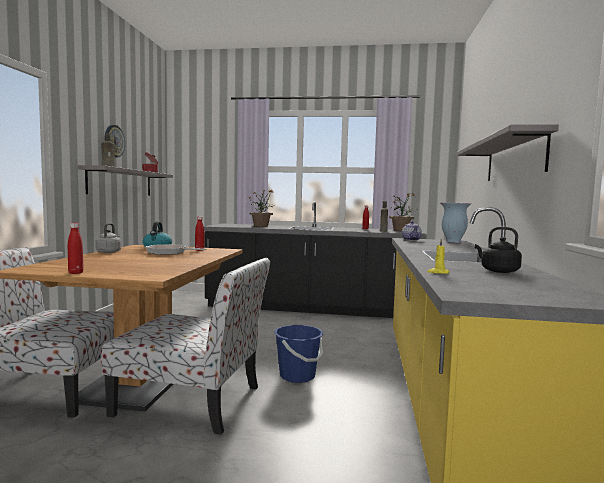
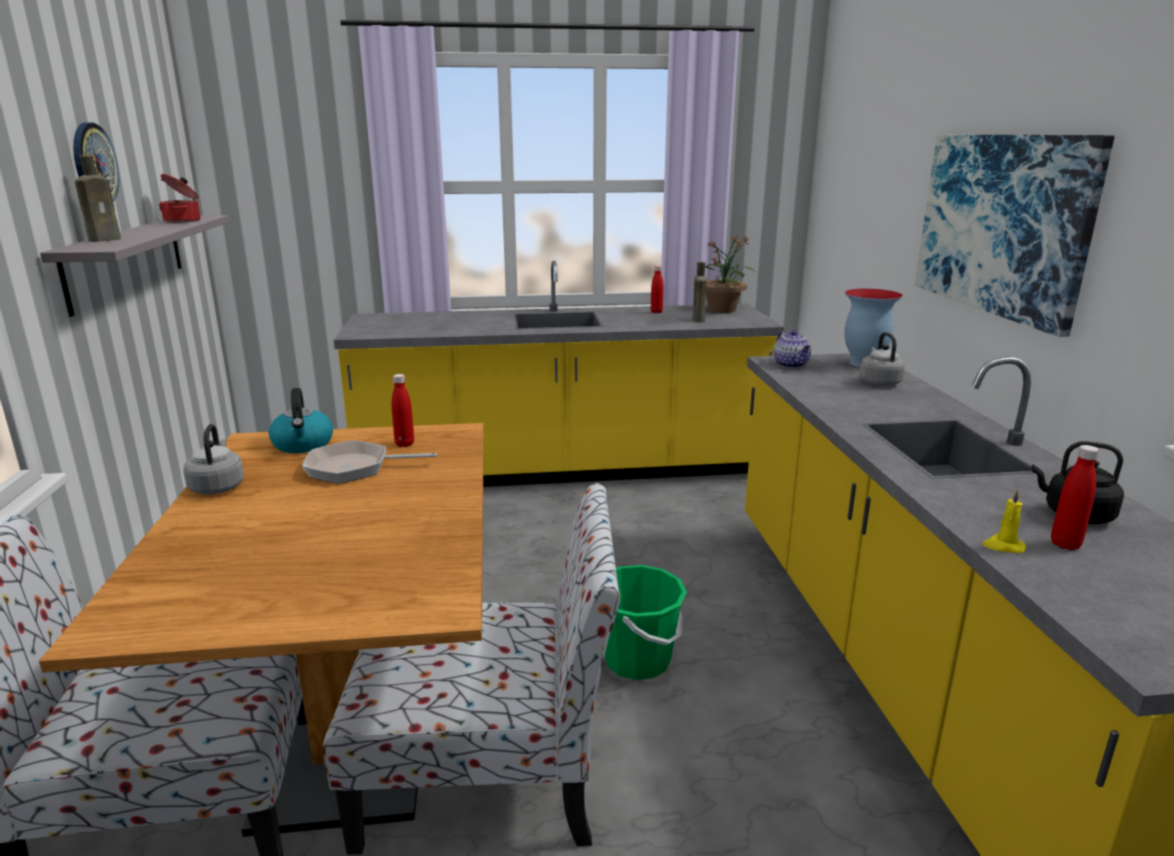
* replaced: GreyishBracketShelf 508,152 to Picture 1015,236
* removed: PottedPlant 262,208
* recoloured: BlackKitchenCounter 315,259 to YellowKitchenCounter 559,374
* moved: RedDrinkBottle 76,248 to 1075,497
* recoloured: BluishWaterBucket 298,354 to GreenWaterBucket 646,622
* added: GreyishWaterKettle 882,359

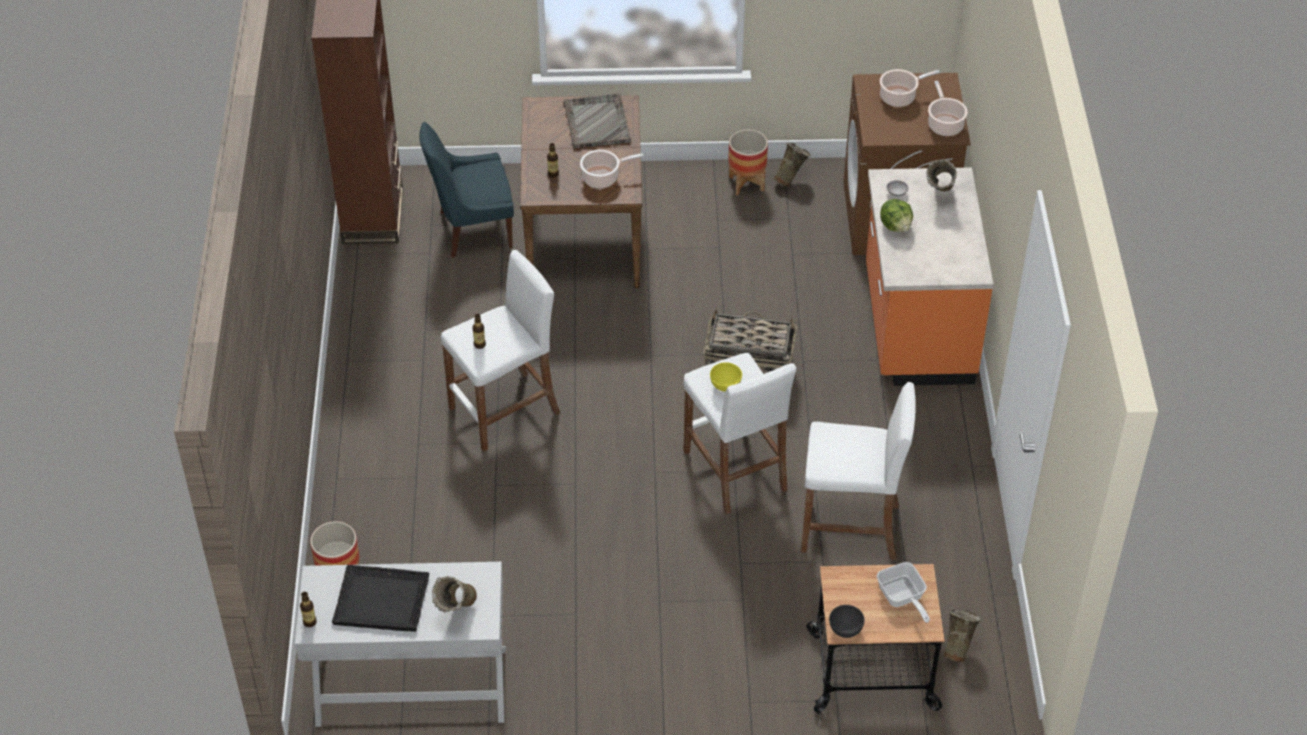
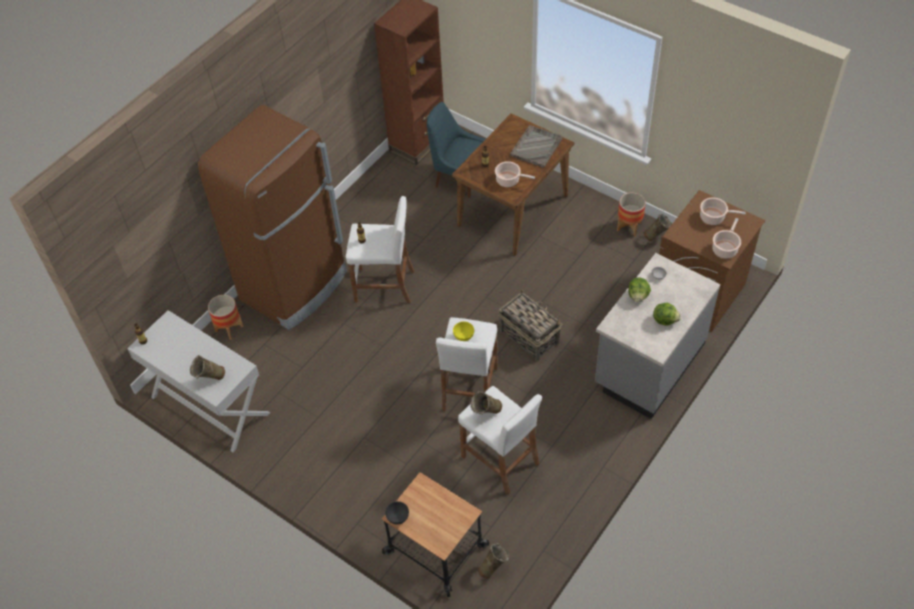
* moved: SandColouredVase 941,175 to 486,403
* recoloured: OrangeyKitchenCounter 930,276 to GreyishKitchenCounter 657,336
* removed: Pan 903,592
* removed: BlackCarryingTray 380,598
* added: BrownColouredRefrigerator 272,217
* added: LettuceHead 667,314

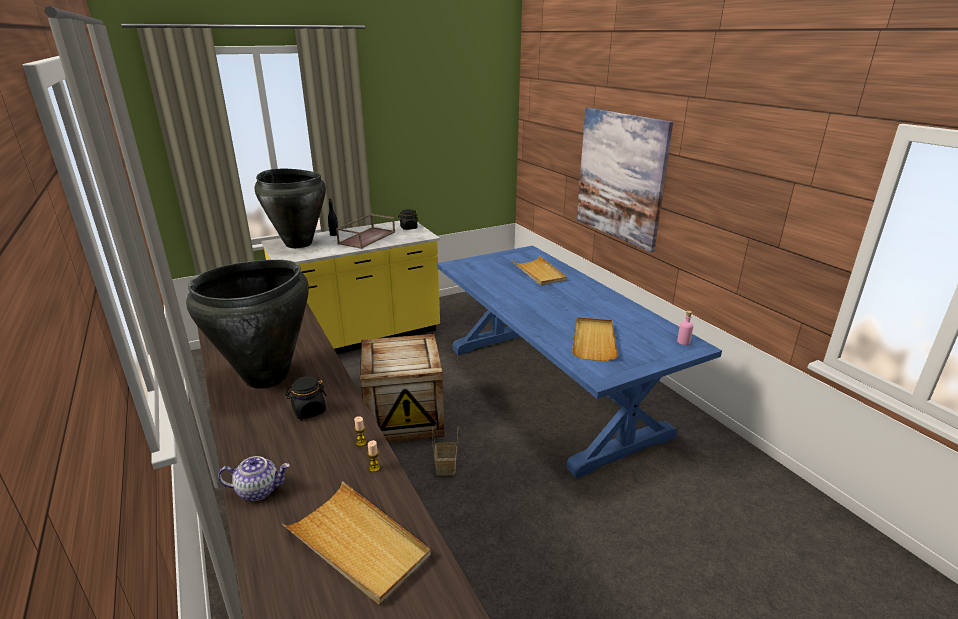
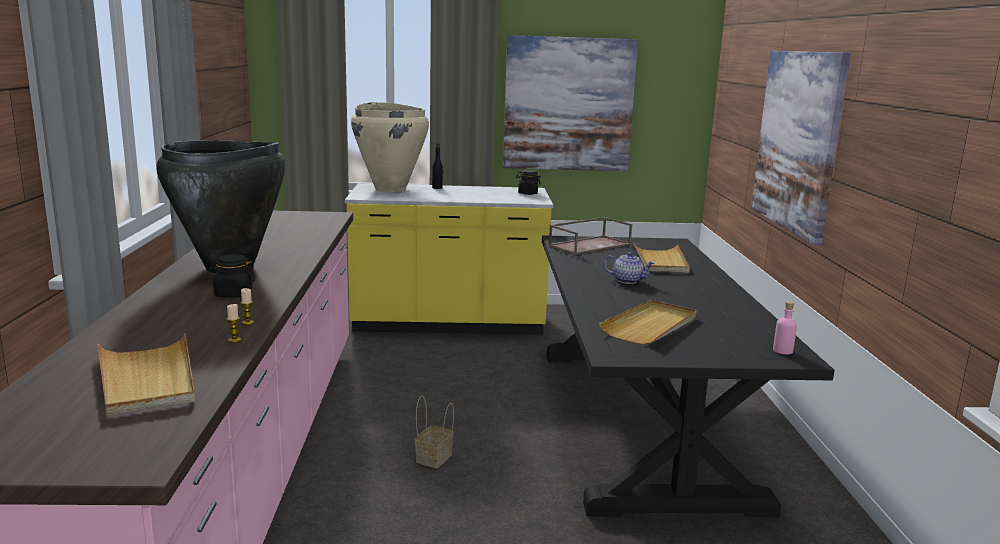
* recoloured: BlackVase 290,208 to SandColouredVase 390,147
* moved: BrownColouredCarryingTray 365,231 to 590,236
* recoloured: BluishKitchenTable 579,362 to BlackKitchenTable 688,376
* removed: Crate 402,388
* moved: Teapot 254,478 to 629,268
* added: Picture 570,103

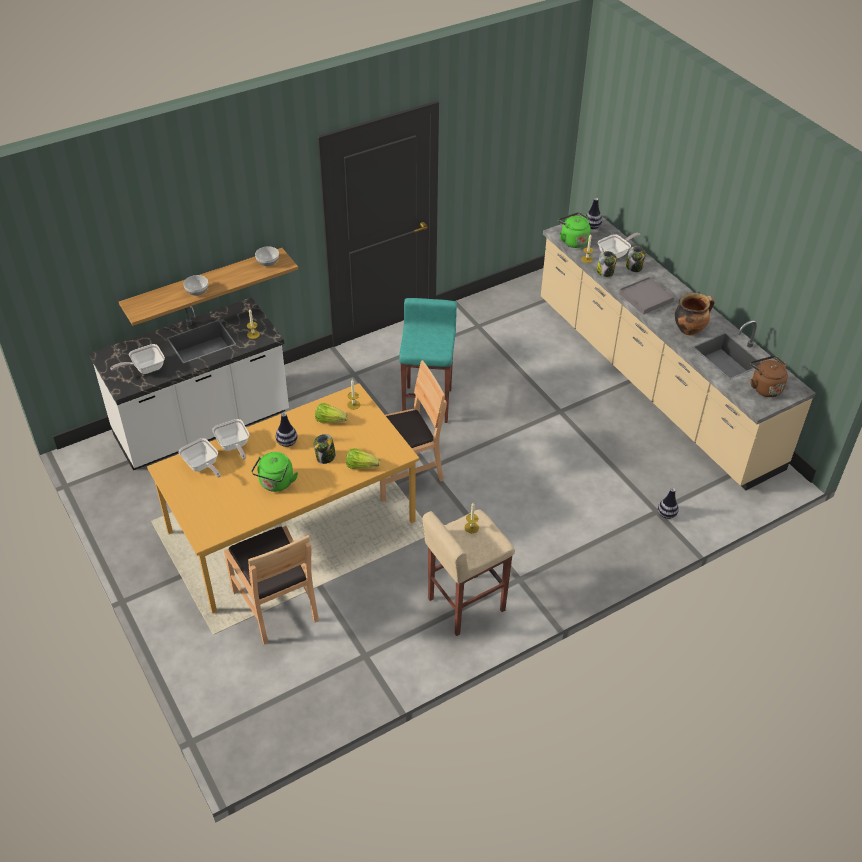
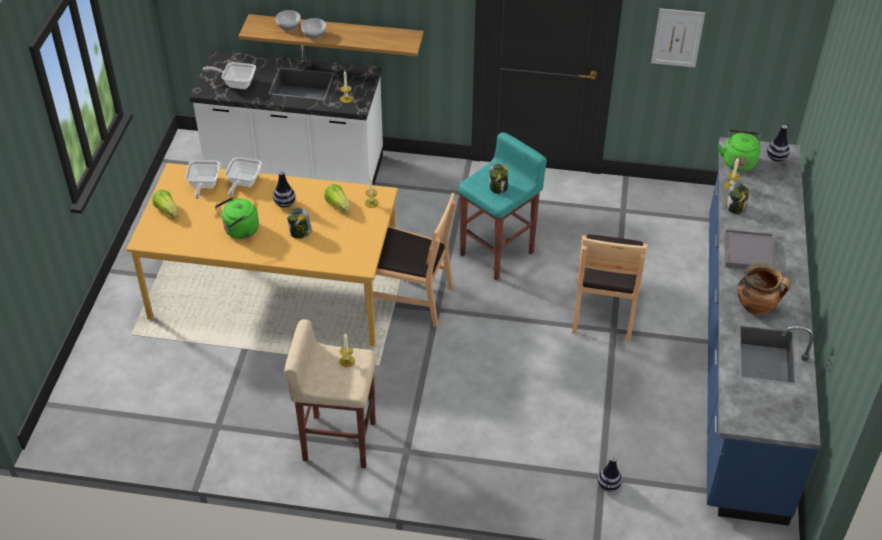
* recoloured: SandColouredKitchenCounter 678,352 to BluishKitchenCounter 764,331
* removed: Pan 619,245
* moved: DeepDish 267,256 to 288,20
* moved: PreserveJar 636,259 to 498,179
* removed: BrownColouredWaterKettle 769,376
* moved: LettuceHead 363,458 to 165,203
* moved: BrownColouredChair 271,585 to 610,288
* added: Picture 678,37

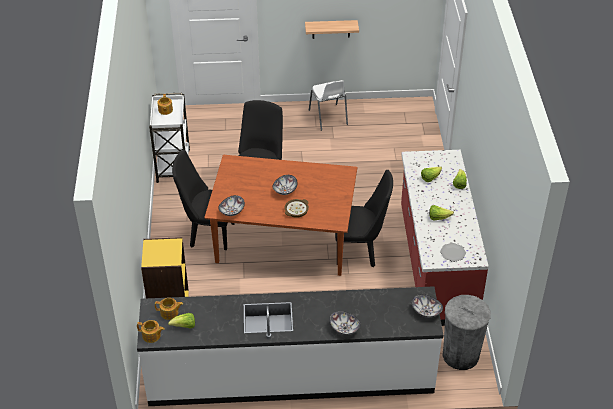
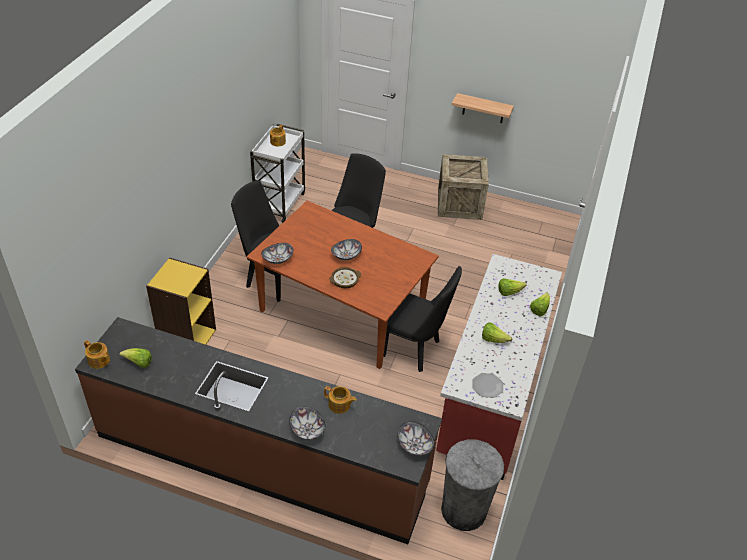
* replaced: WhitishChair 328,105 to Crate 463,187
* recoloured: WhitishKitchenCounter 290,346 to BrownColouredKitchenCounter 258,430
* moved: Teapot 169,309 to 340,400

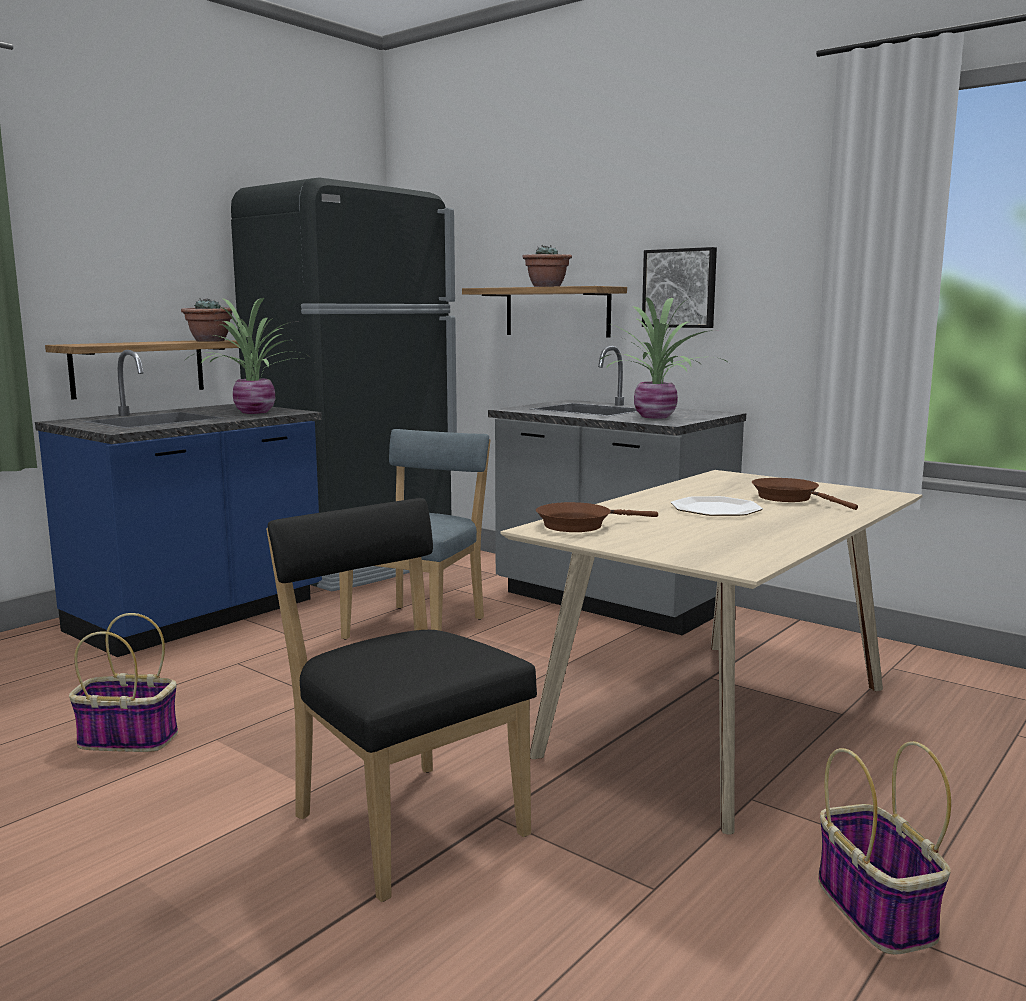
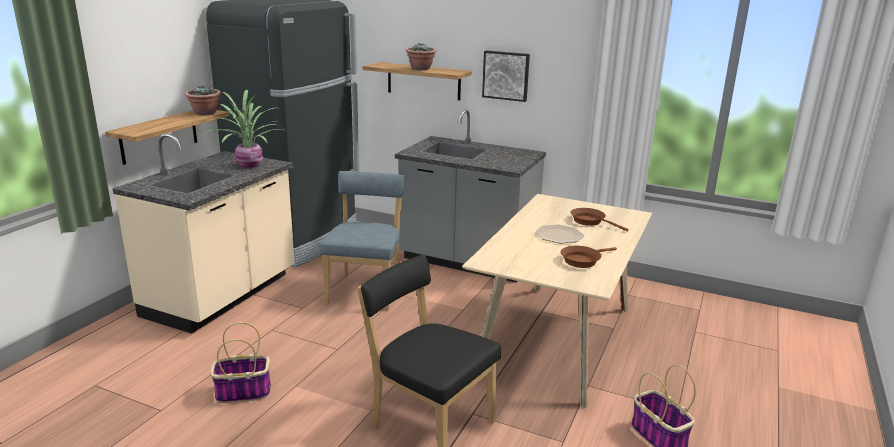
* removed: PottedPlant 664,358
* recoloured: BluishKitchenCounter 178,503 to SandColouredKitchenCounter 203,234
* moved: BrownColouredPan 597,517 to 588,257

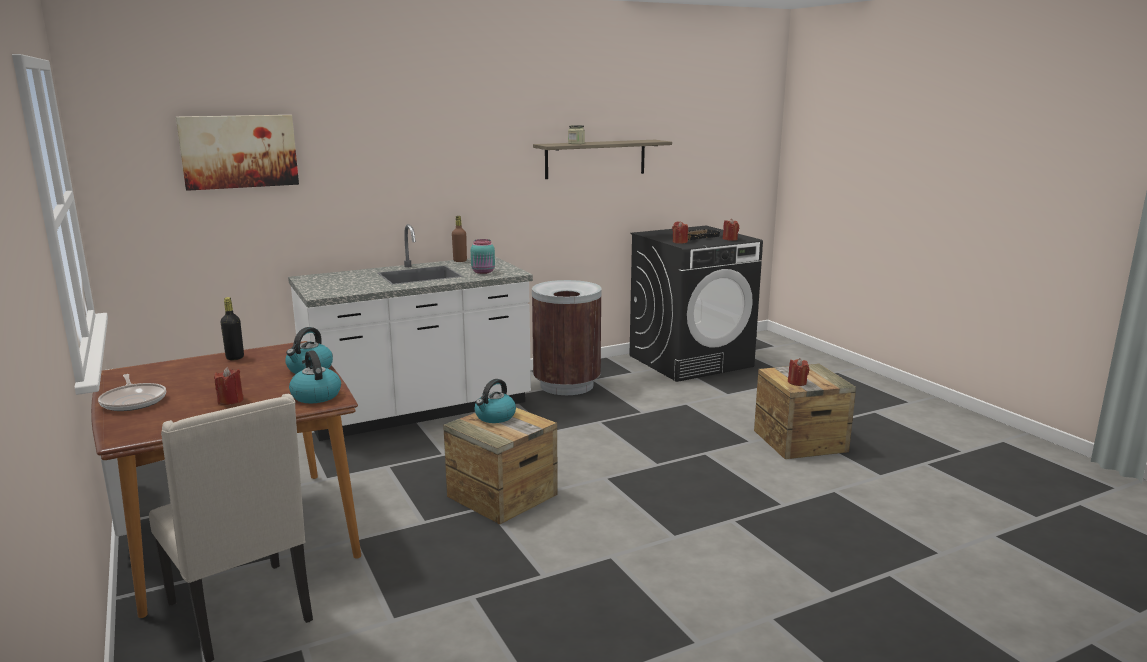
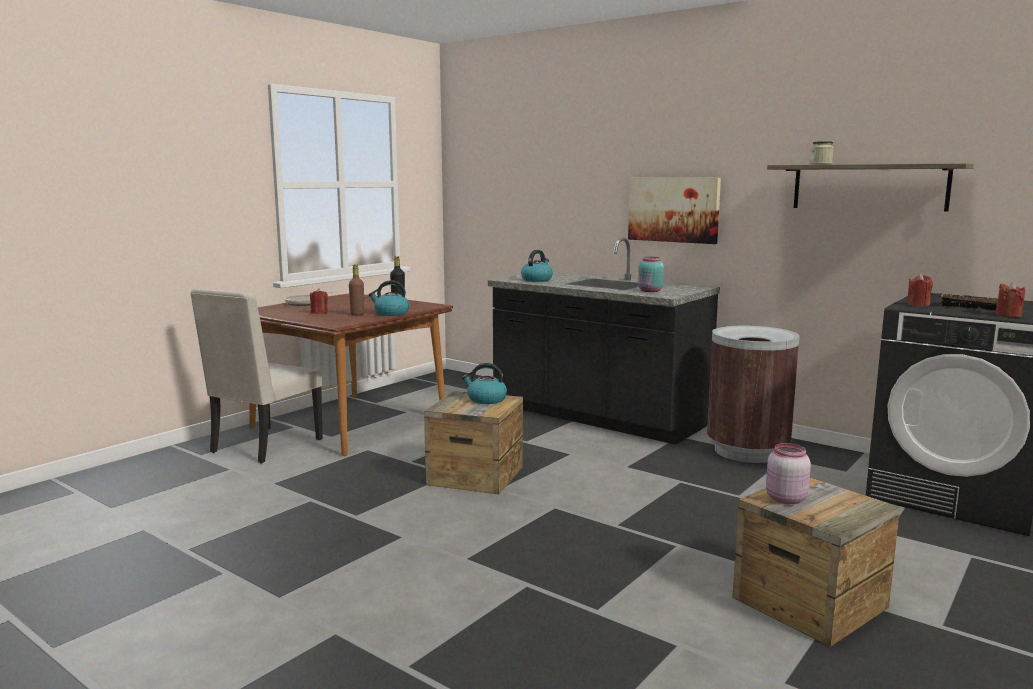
* moved: Picture 237,153 to 674,211
* moved: BrownColouredDrinkBottle 459,239 to 357,290
* recoloured: WhitishKitchenCounter 410,332 to BlackKitchenCounter 604,341
* moved: WaterKettle 315,376 to 537,266
* replaced: RedCandle 798,372 to PinkColouredPreserveJar 788,473

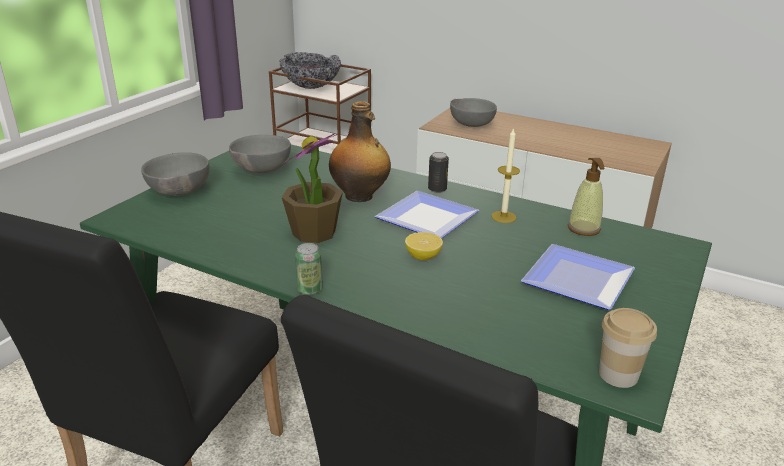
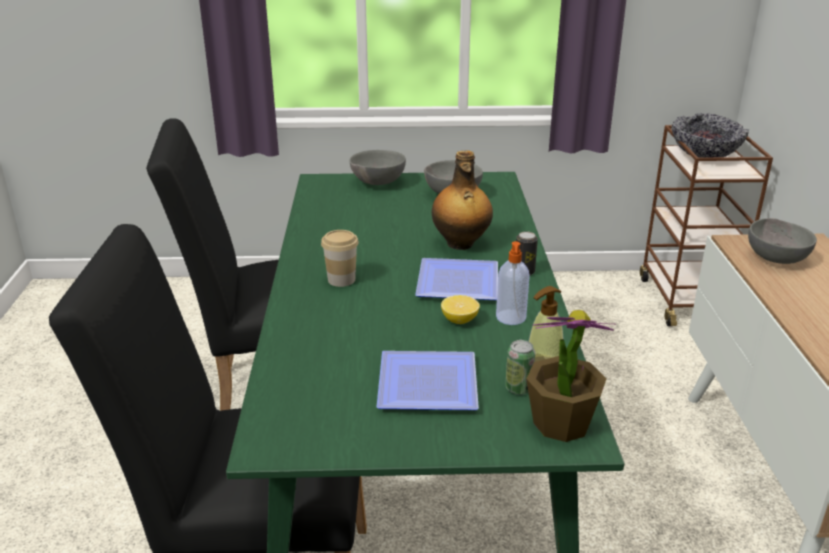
* replaced: Candle 505,175 to SoapBottle 513,283
* moved: PottedPlant 312,188 to 570,376
* moved: WholeLemon 424,246 to 460,309
* moved: MetalCan 309,269 to 520,367
* moved: SmallCup 628,348 to 340,258

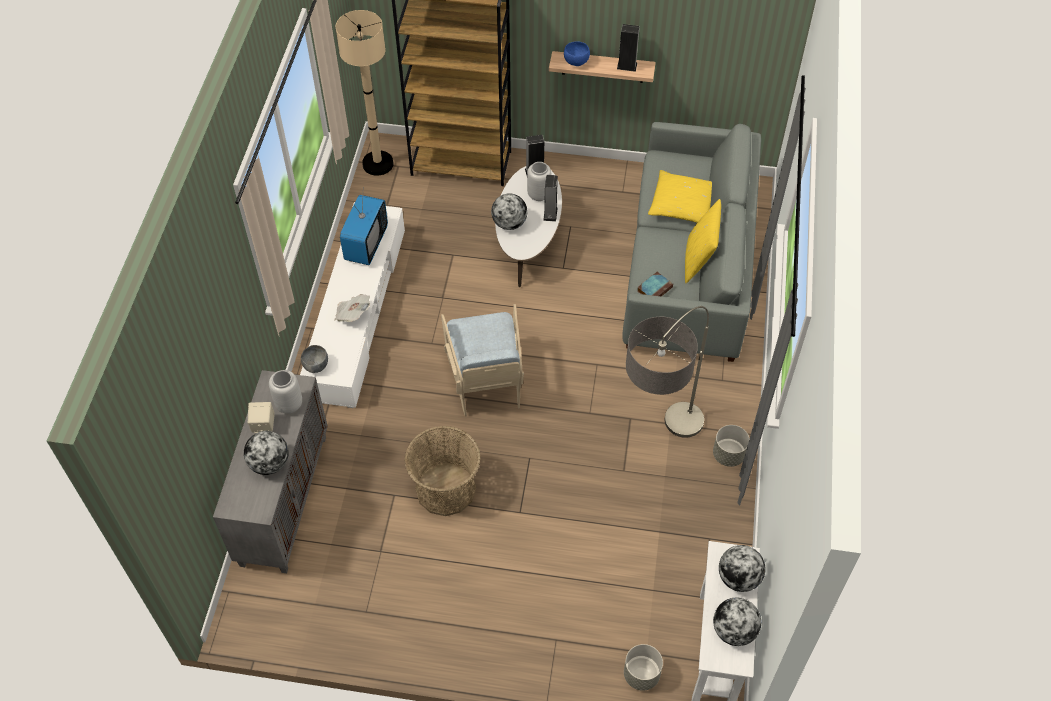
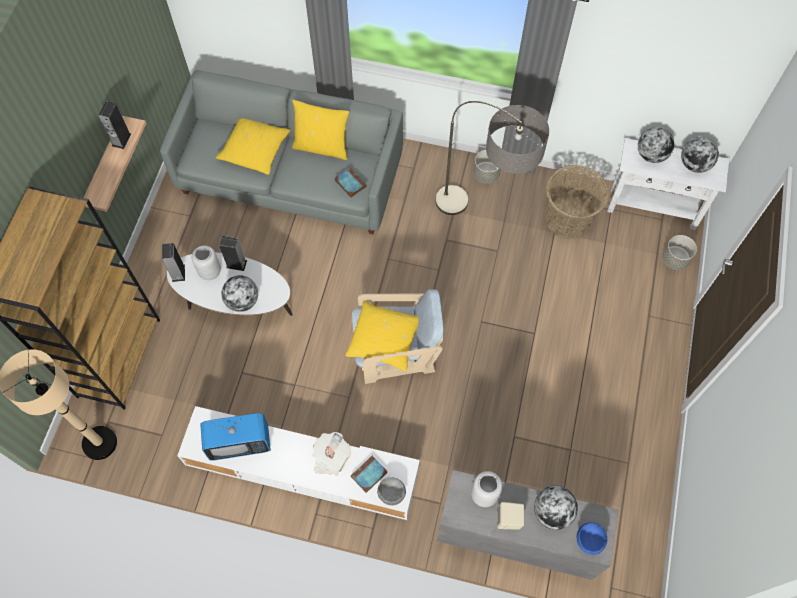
* moved: BluishDeepDish 577,54 to 592,538
* turned: Television 364,230 = 235,437 150 degrees clockwise
* moved: HouseholdBasket 443,471 to 576,202
* added: YellowPillow 381,336
* added: BoundBook 369,474

